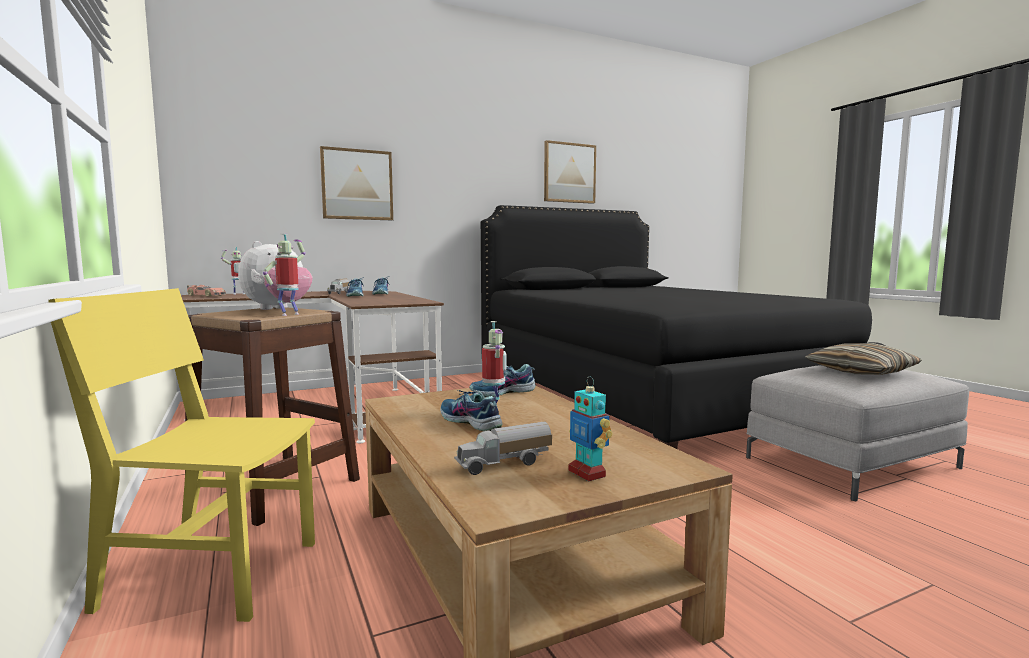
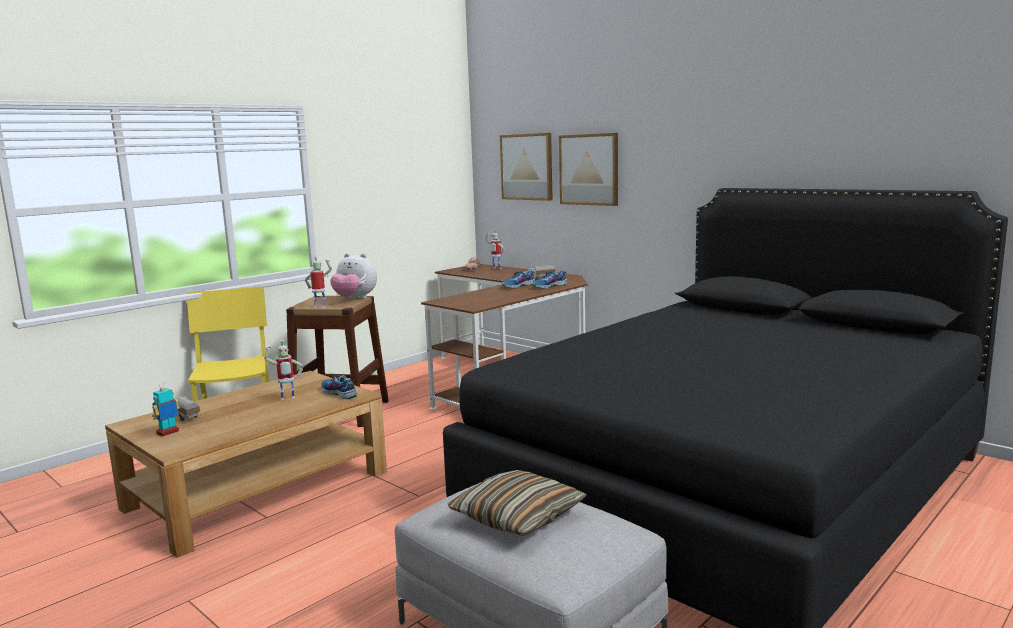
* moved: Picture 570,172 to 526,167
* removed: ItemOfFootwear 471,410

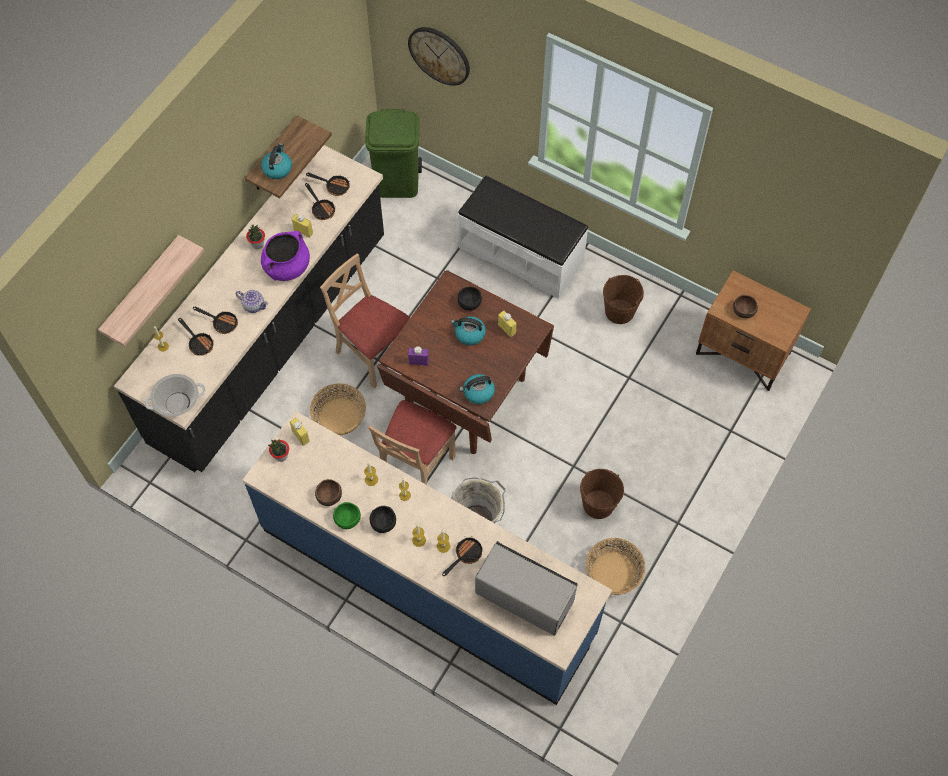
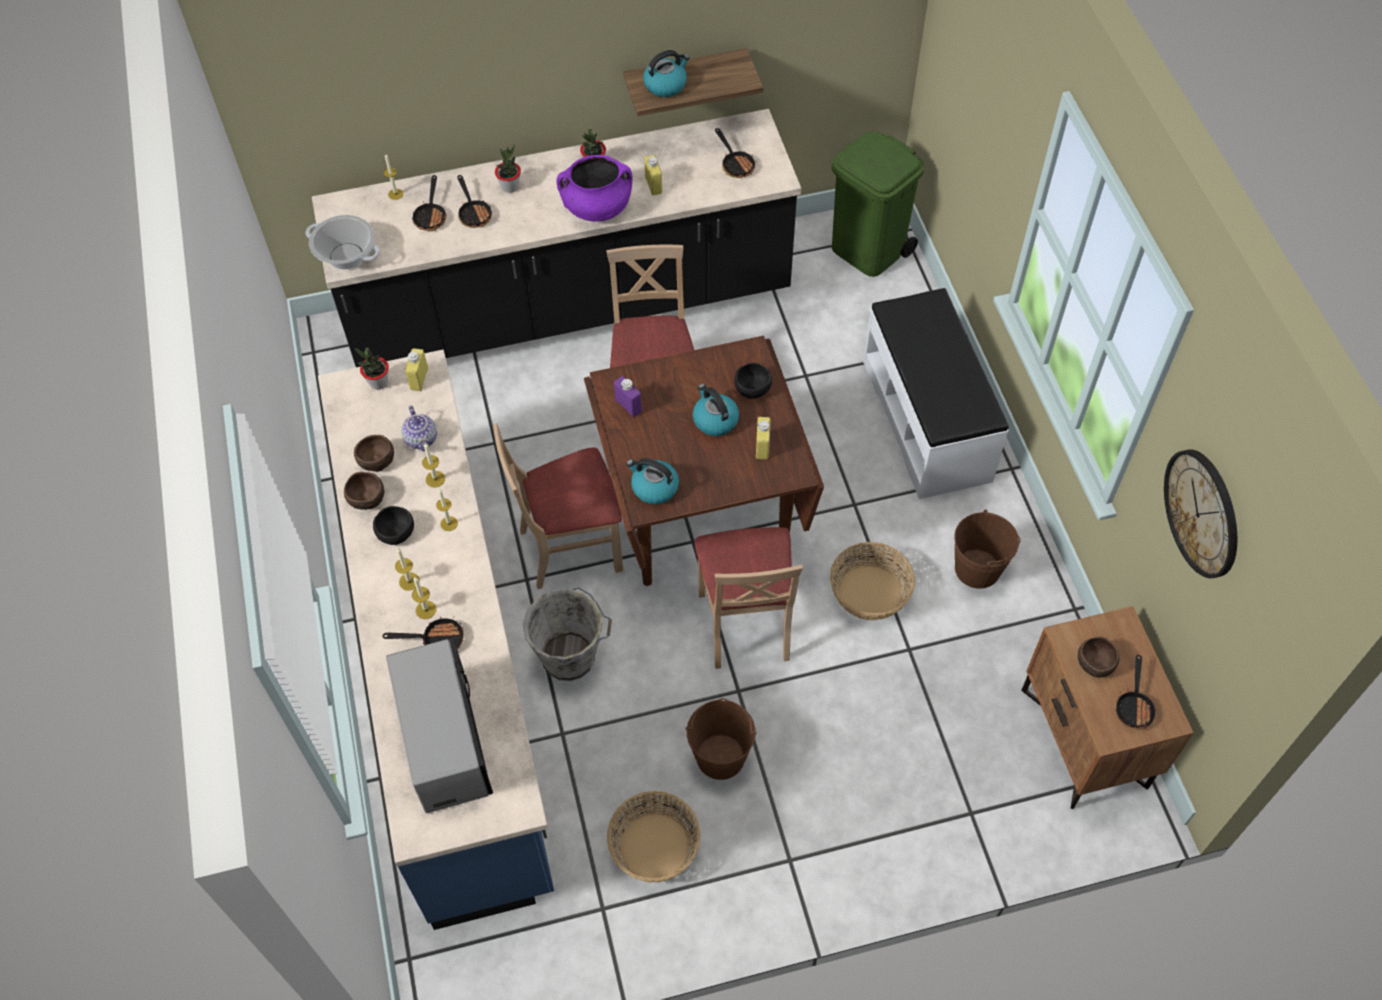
* moved: HangingClock 439,56 to 1200,513
* moved: Pan 320,201 to 1136,692
* removed: BracketShelf 151,291
* moved: Teapot 252,301 to 419,428
* moved: HouseholdBasket 338,409 to 872,581
* recoloured: GreenDeepDish 347,515 to BrownColouredDeepDish 364,491
* added: PottedPlant 508,169
* added: SandColouredChair 749,598

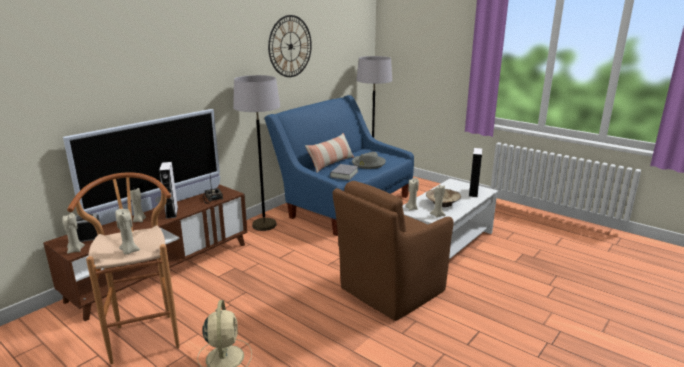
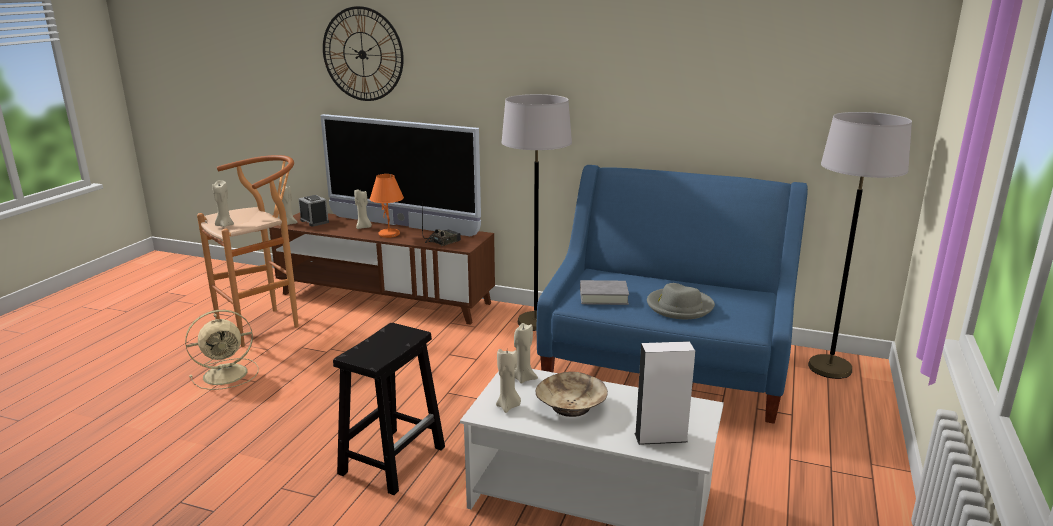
* moved: HangingClock 290,46 to 363,53
* removed: Pillow 329,153
* replaced: WhitishAudioSpeaker 168,190 to OrangeyLampForATable 387,206
* replaced: BrownColouredEasyChair 393,251 to BlackStool 389,409

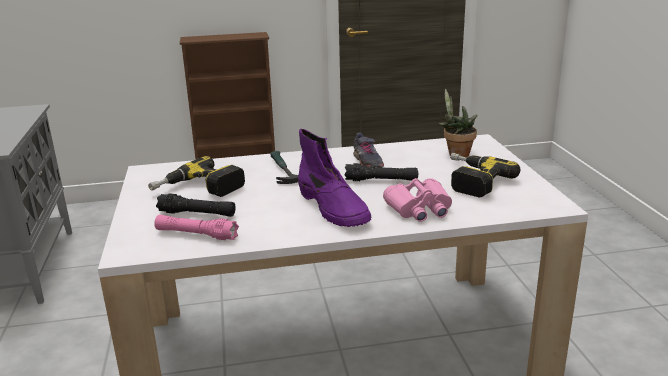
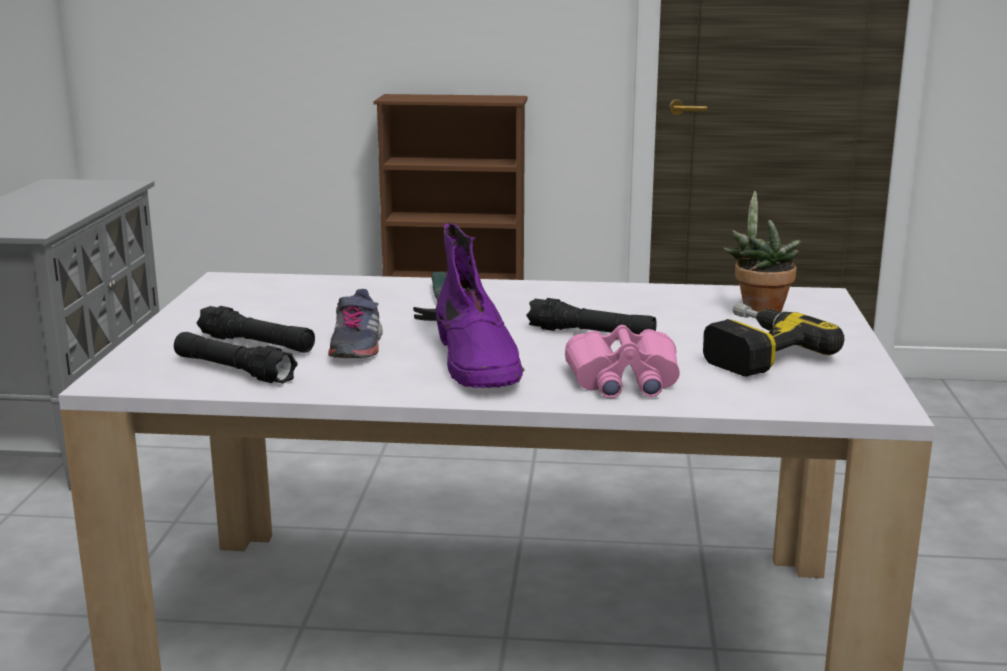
* moved: GreyishItemOfFootwear 368,150 to 355,323
* removed: ElectricDrill 196,176
* recoloured: PinkColouredTorch 196,227 to BlackTorch 236,358

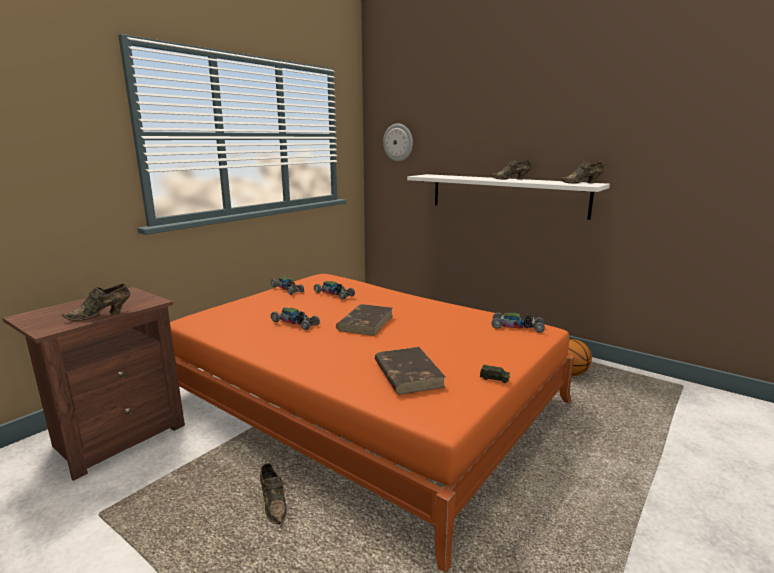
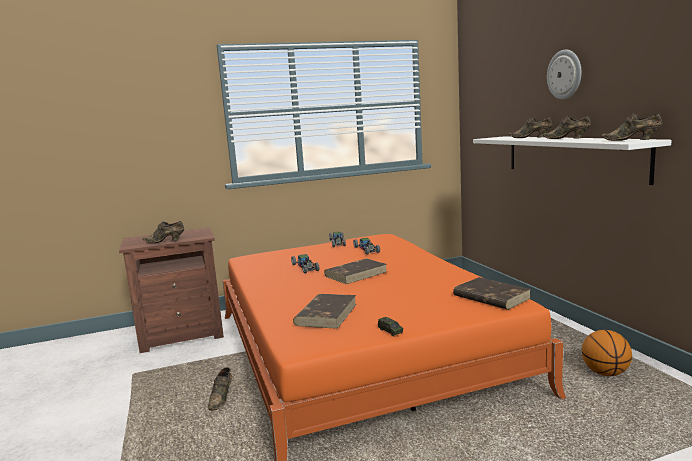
* moved: HangingClock 398,142 to 564,75
* replaced: ModelCar 518,322 to BrownColouredBoundBook 492,293
* added: BrownColouredItemOfFootwear 530,127

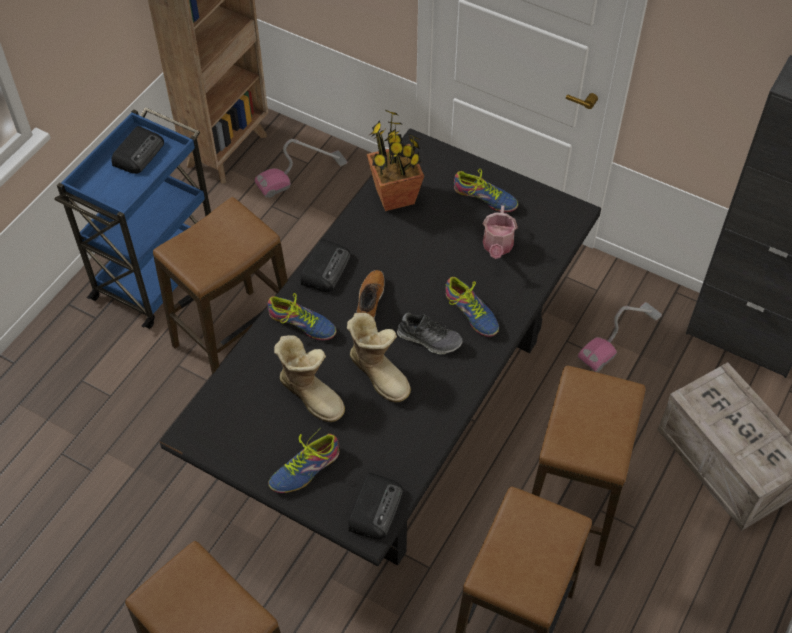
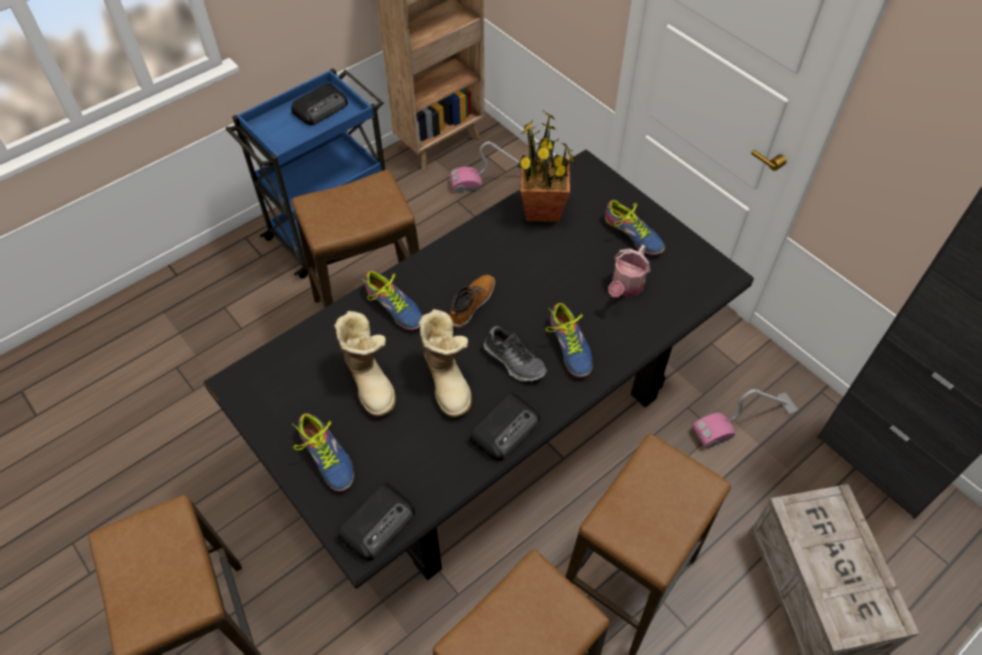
* moved: Radio 326,265 to 505,426
* turned: ItemOfFootwear 304,460 = 323,452 105 degrees counterclockwise

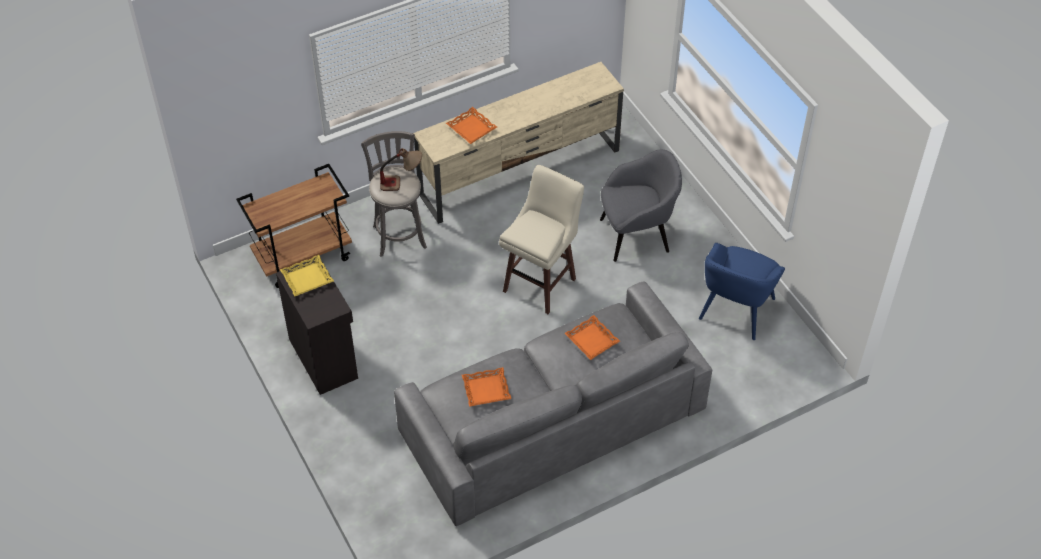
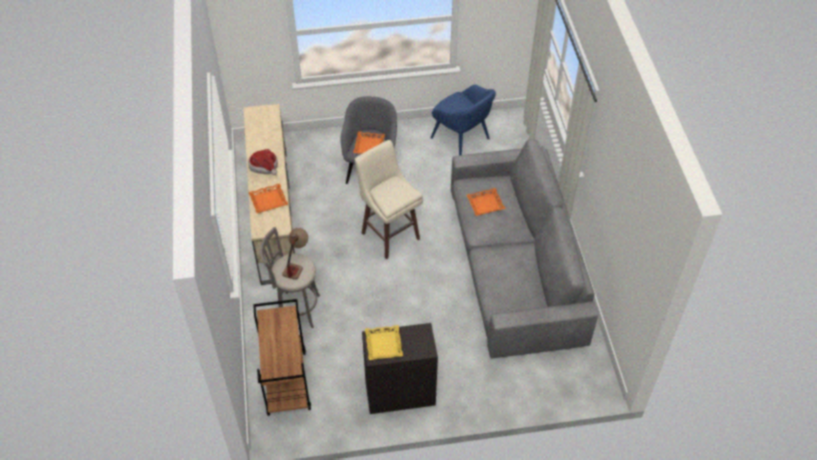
* moved: OrangeyCarryingTray 486,387 to 369,142
* added: Hat 263,162

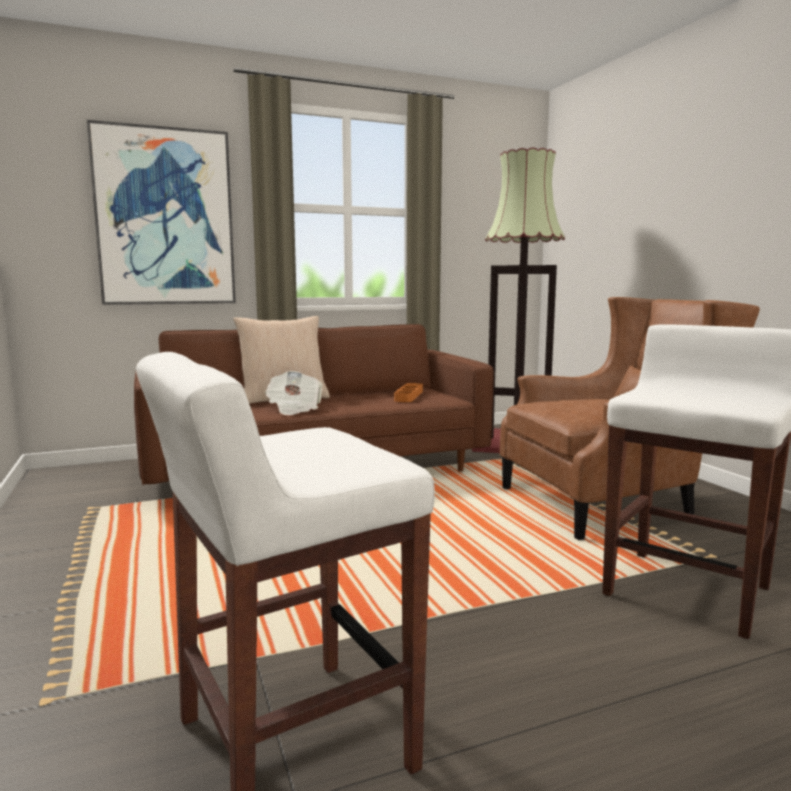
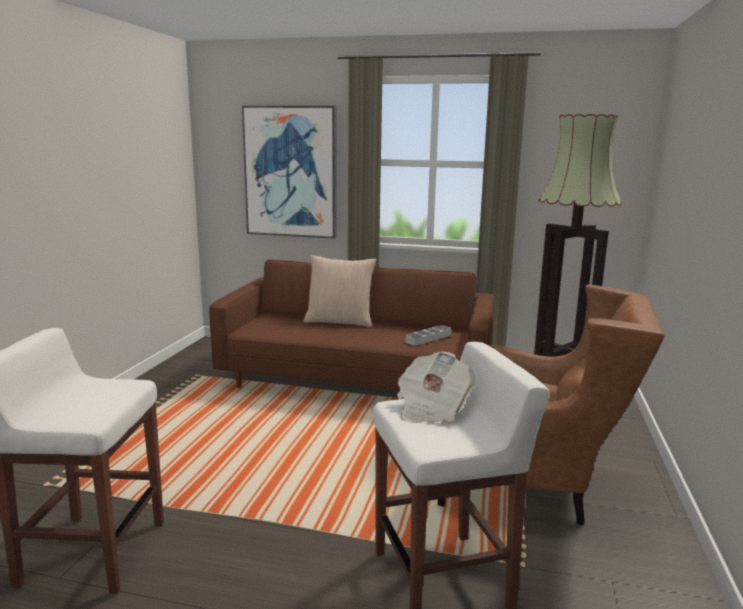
* moved: Newspaper 294,393 to 436,387
* recoloured: OrangeyCarryingTray 408,392 to GreyishCarryingTray 428,335

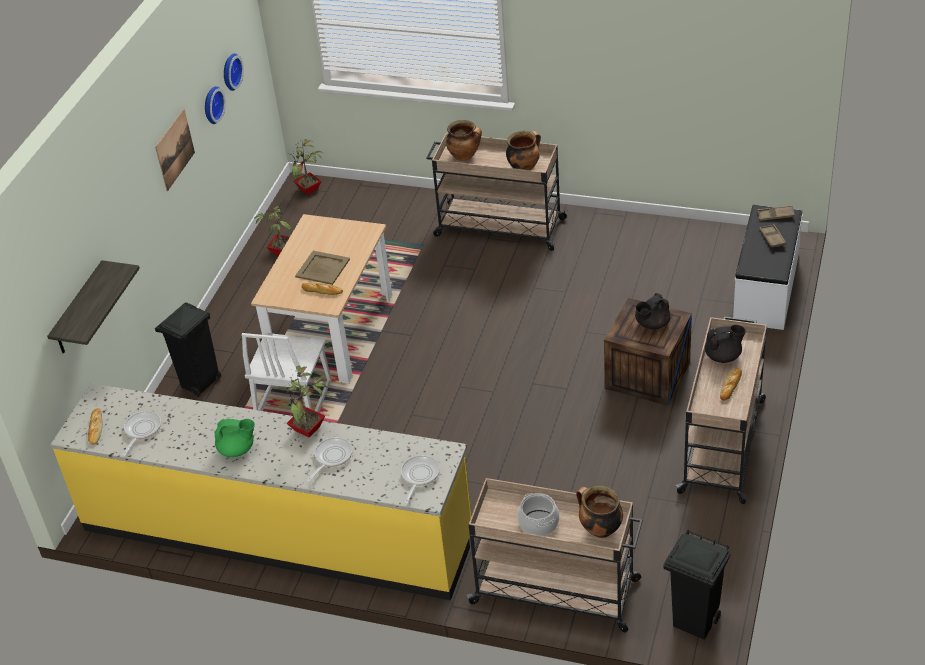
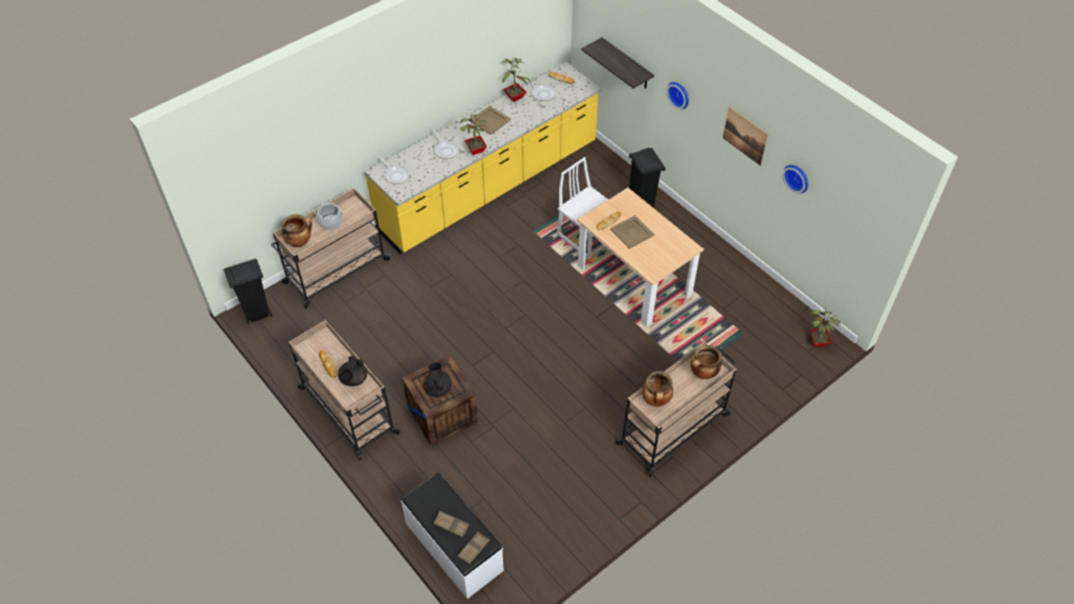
* moved: HangingClock 234,72 to 678,95
* moved: PottedPlant 273,227 to 517,80
* replaced: GreenTeapot 235,438 to SandColouredCarryingTray 490,120

